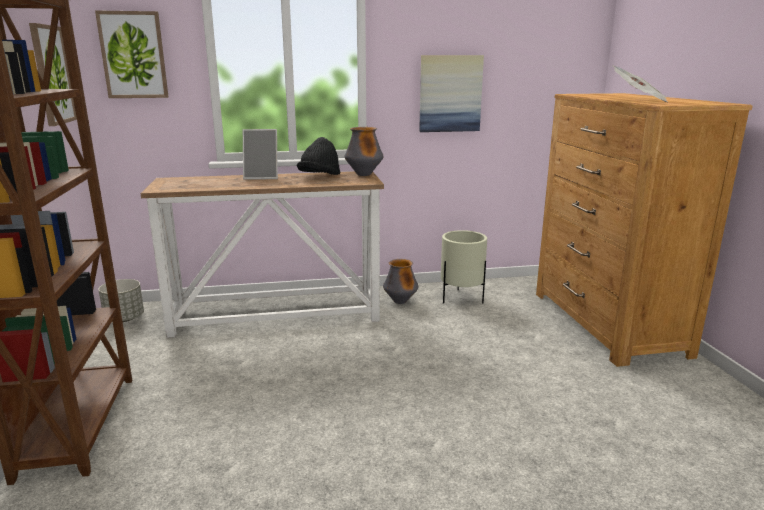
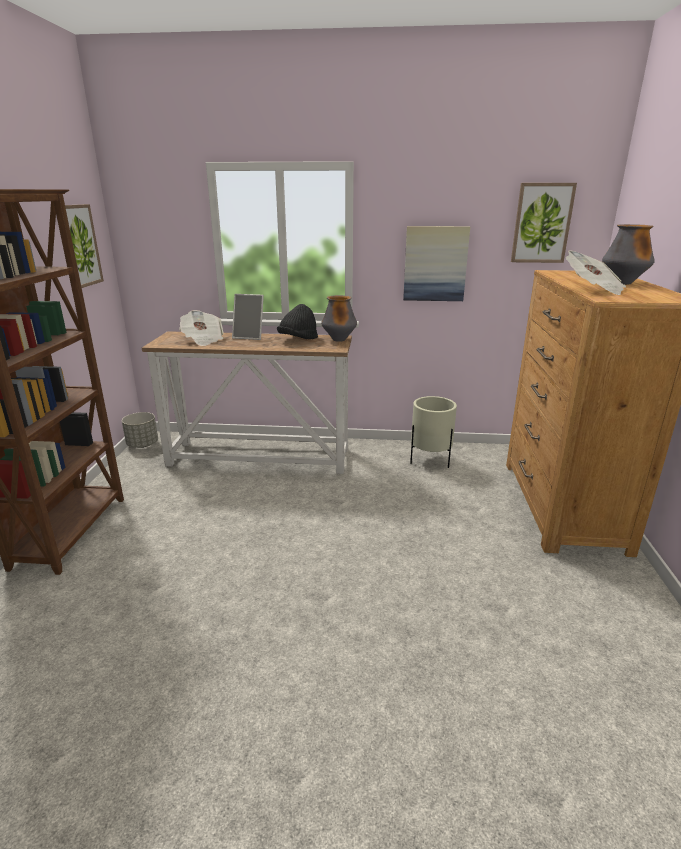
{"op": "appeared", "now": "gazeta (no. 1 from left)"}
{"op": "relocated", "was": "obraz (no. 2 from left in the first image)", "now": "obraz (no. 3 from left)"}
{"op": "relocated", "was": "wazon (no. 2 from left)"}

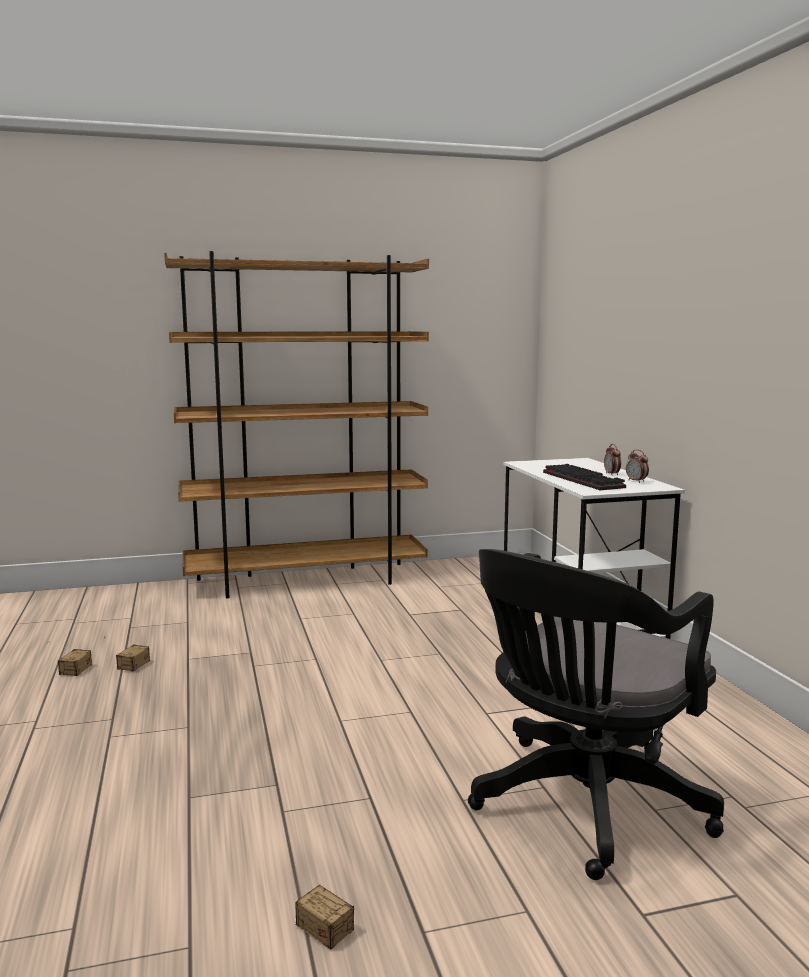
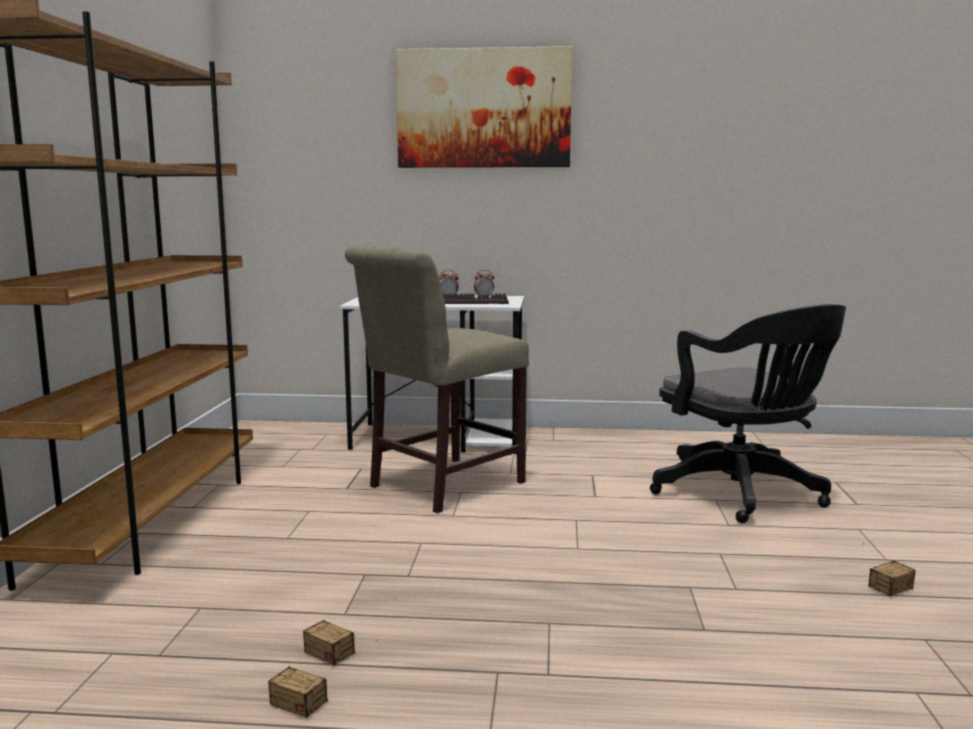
{"op": "appeared", "now": "krzesło/beżowy"}
{"op": "appeared", "now": "obraz"}

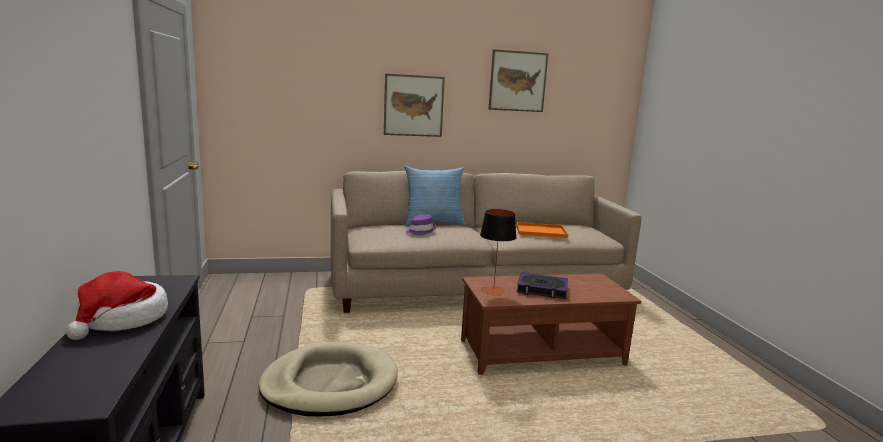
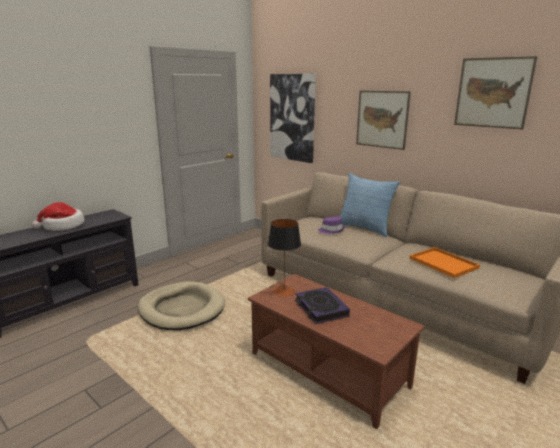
{"op": "appeared", "now": "obraz (no. 1 from left)"}

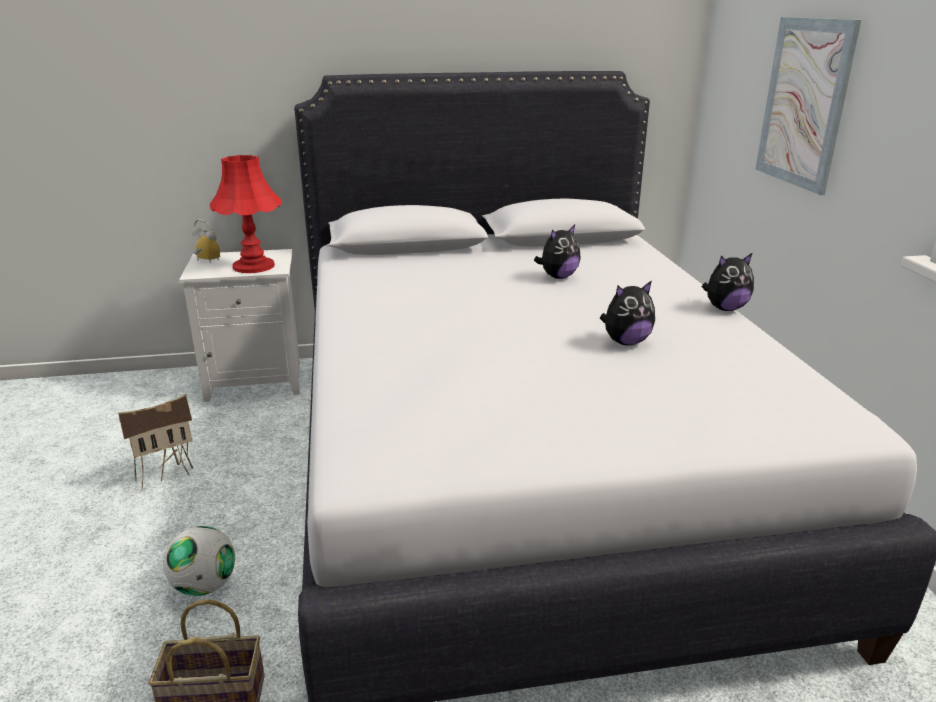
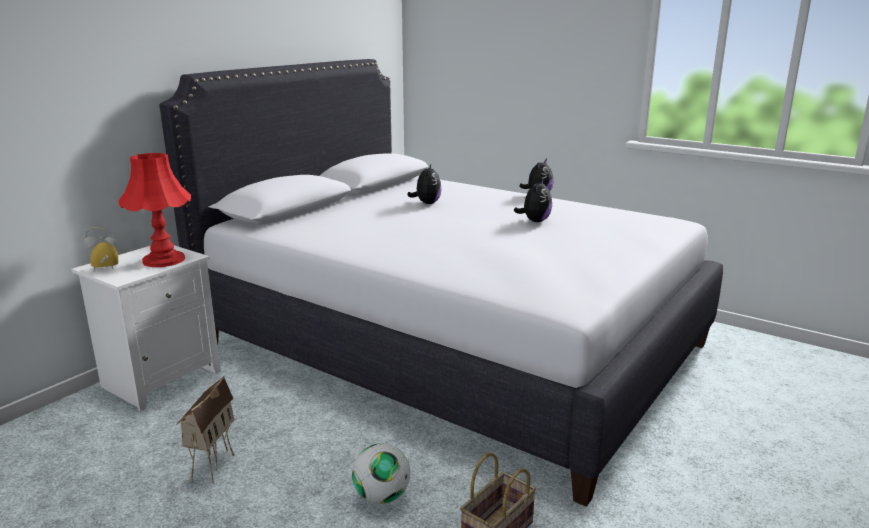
{"op": "missing", "was": "obraz"}

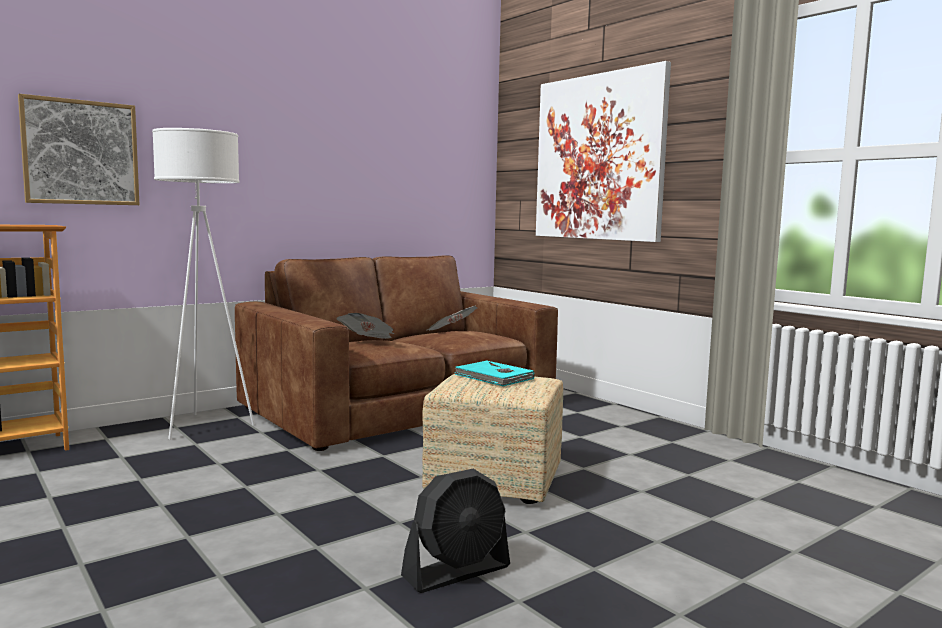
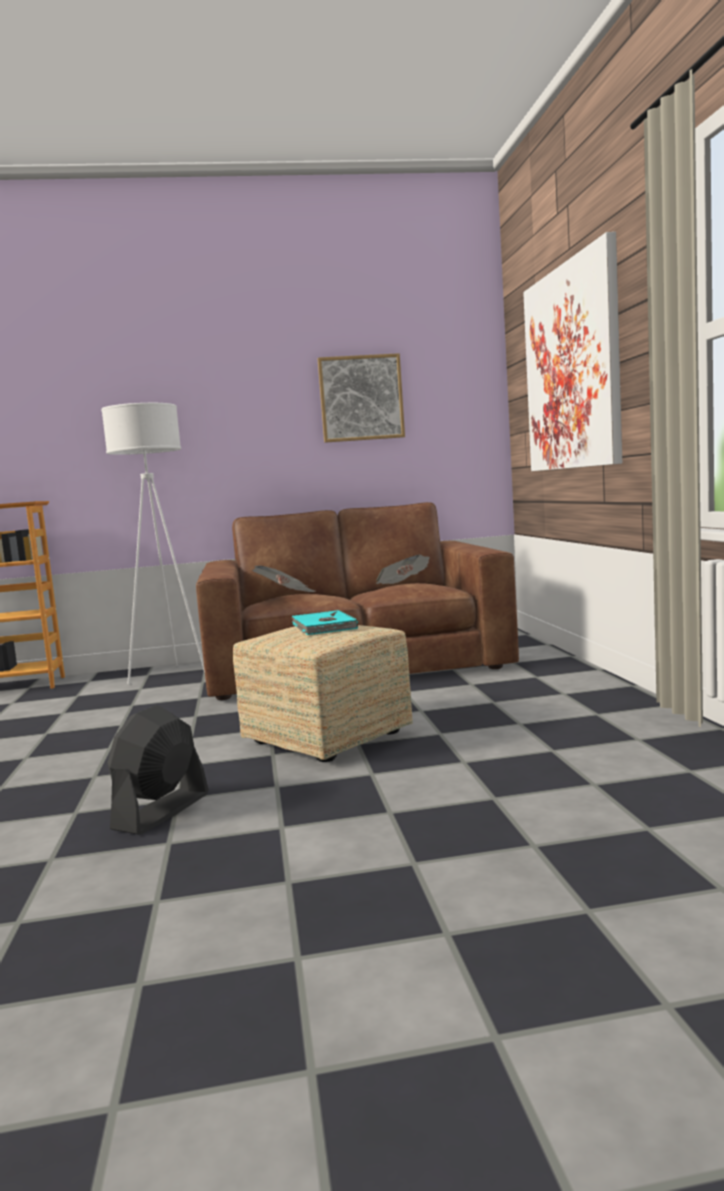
{"op": "spun", "was": "wentylator/czarny", "clockwise": 120}
{"op": "relocated", "was": "obraz (no. 1 from left)"}

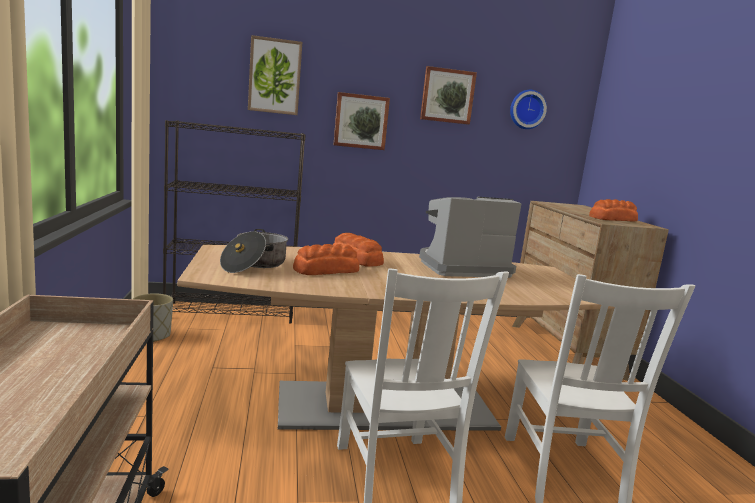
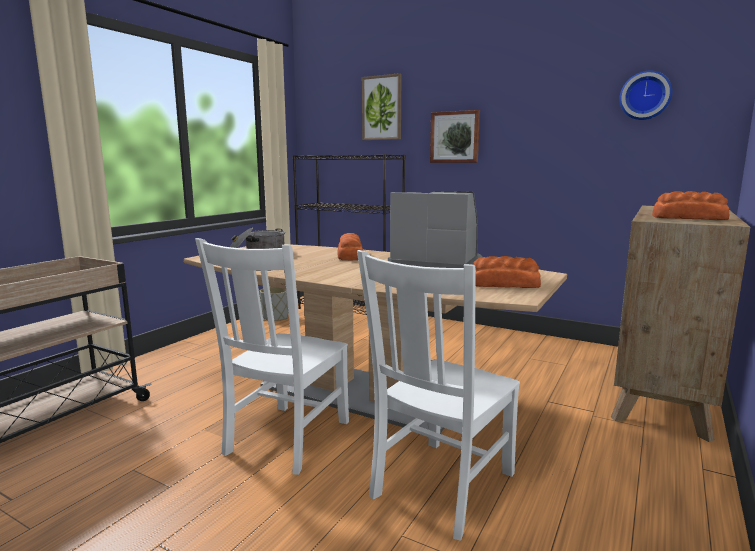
{"op": "relocated", "was": "chleb (no. 1 from left in the first image)", "now": "chleb (no. 2 from left)"}
{"op": "missing", "was": "obraz (no. 3 from left)"}

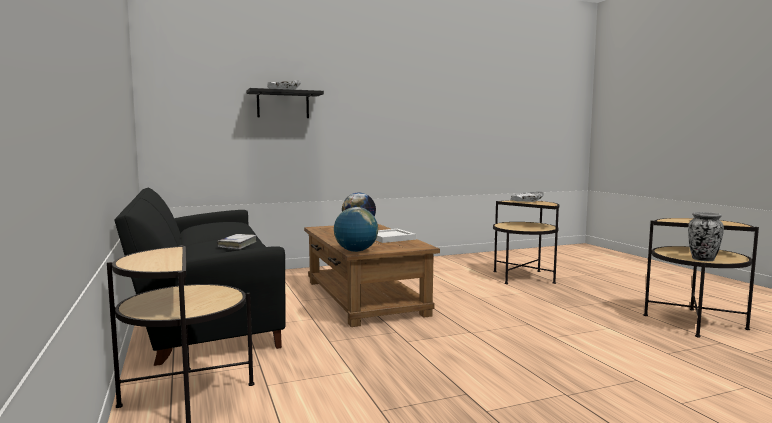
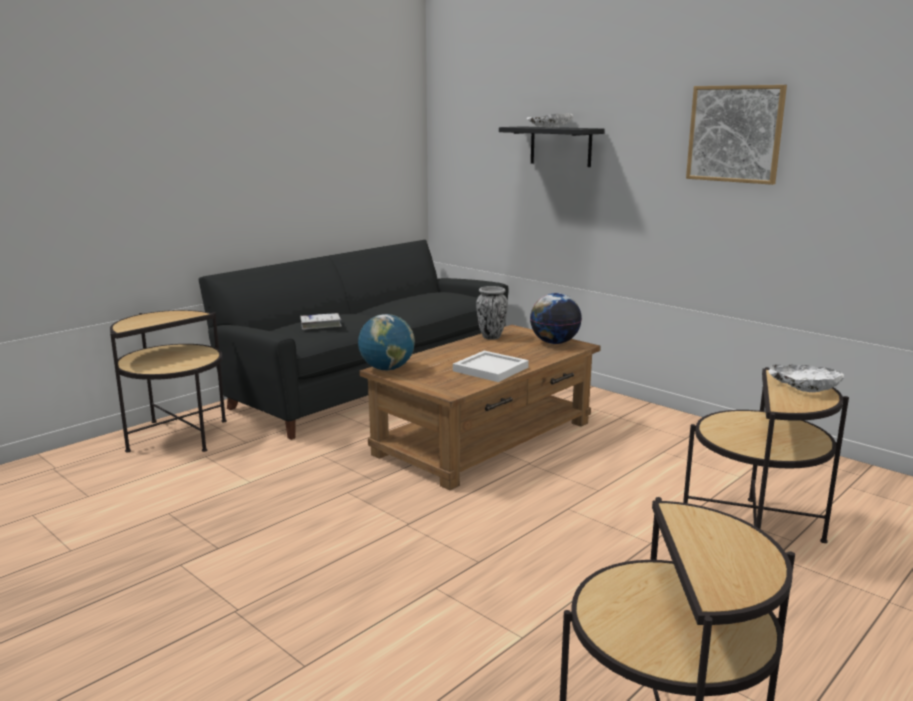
{"op": "relocated", "was": "wazon"}
{"op": "appeared", "now": "obraz"}

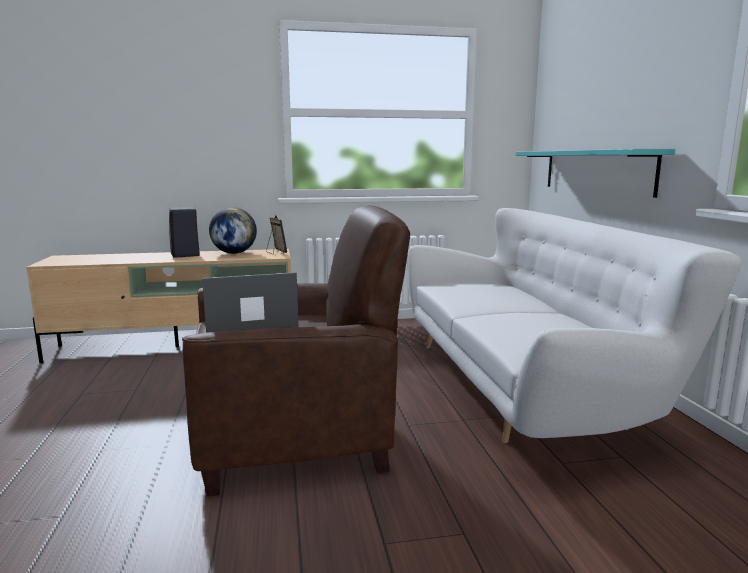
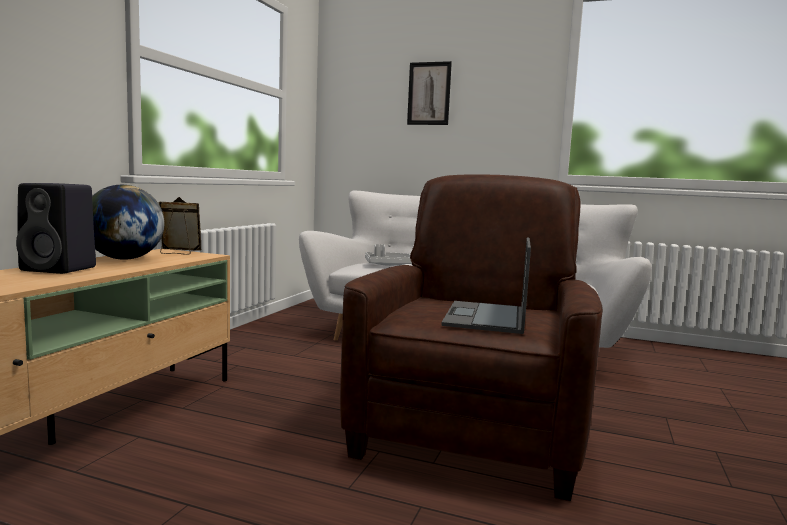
{"op": "appeared", "now": "taca/szary"}
{"op": "appeared", "now": "obraz"}
{"op": "missing", "was": "półka/turkusowy"}

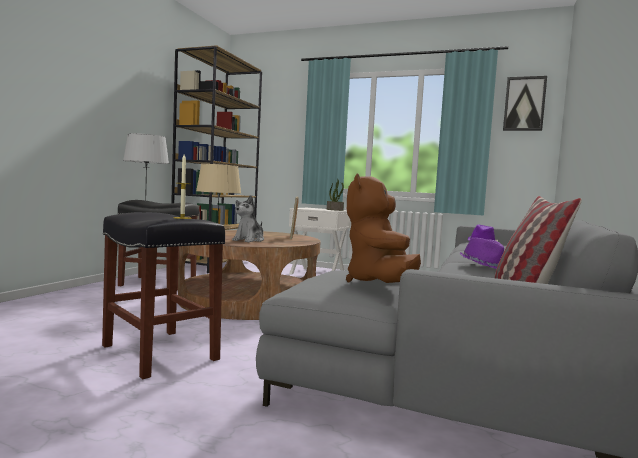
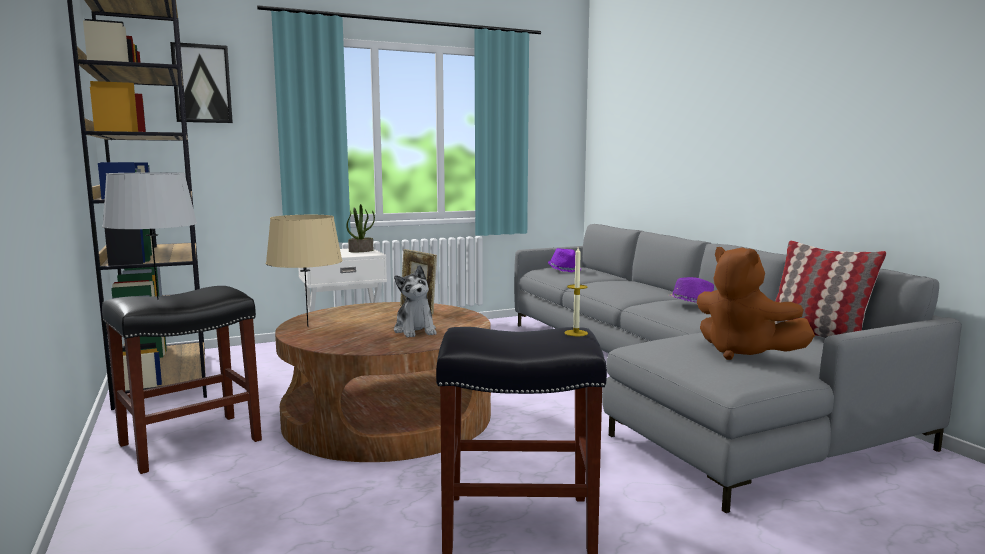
{"op": "relocated", "was": "obraz"}

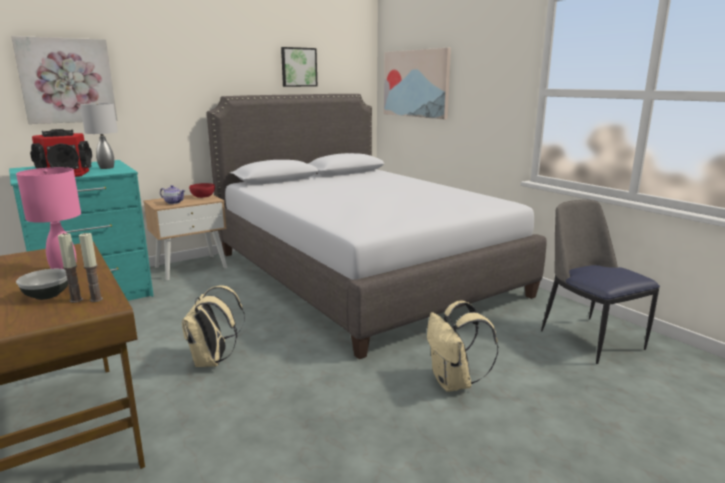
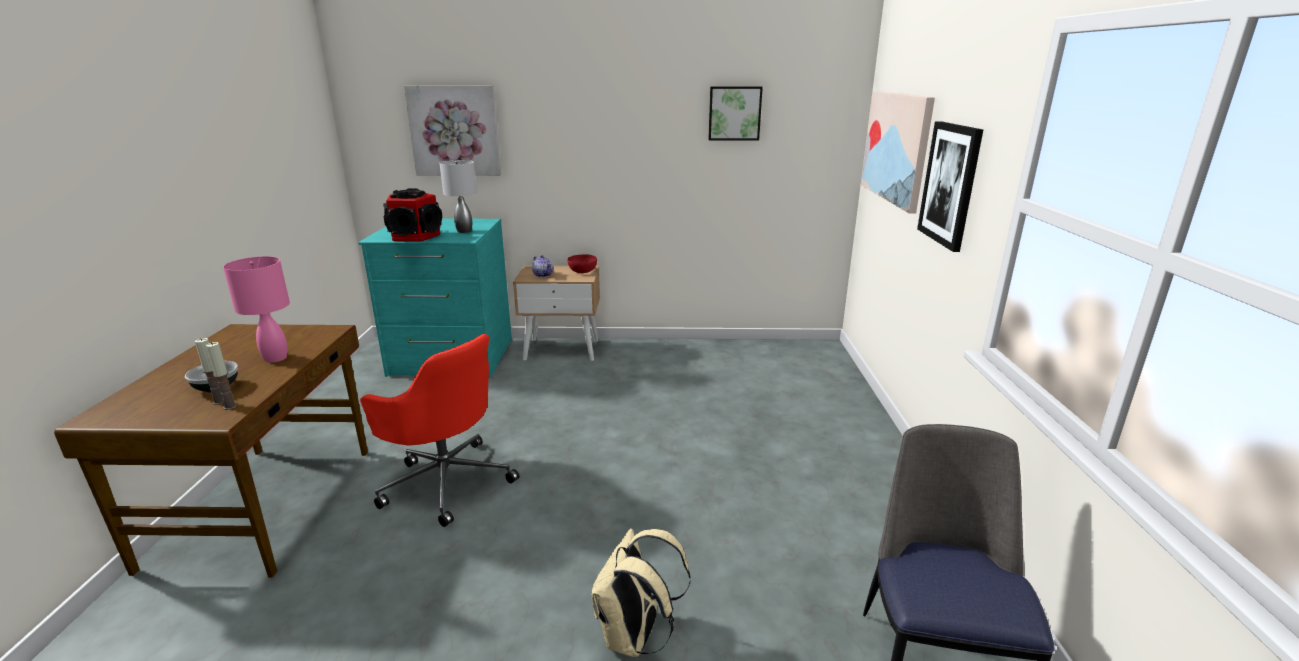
{"op": "exchanged", "was": "plecak/beżowy (no. 1 from left)", "now": "krzesło biurowe/czerwony"}
{"op": "appeared", "now": "obraz (no. 4 from left)"}
{"op": "missing", "was": "łóżko/szary"}

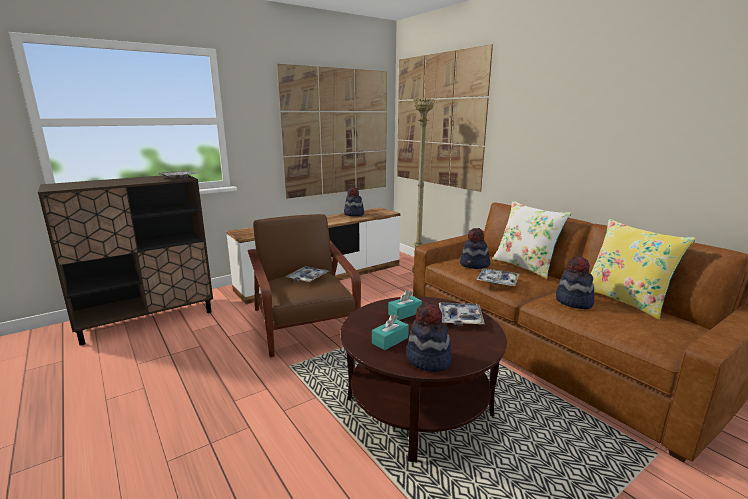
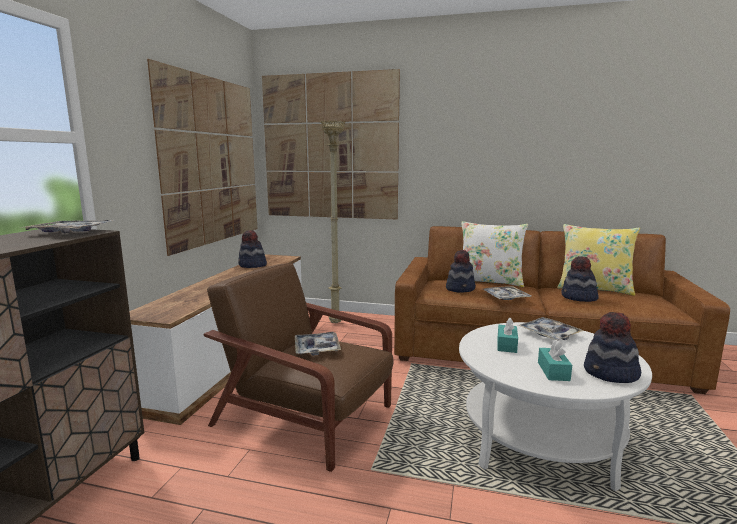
{"op": "colour", "was": "ława/brązowy", "now": "ława/biały"}

